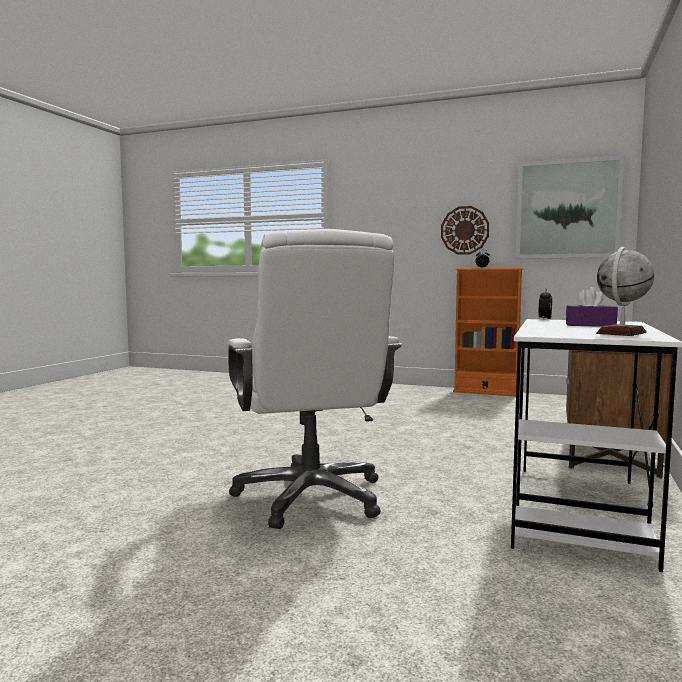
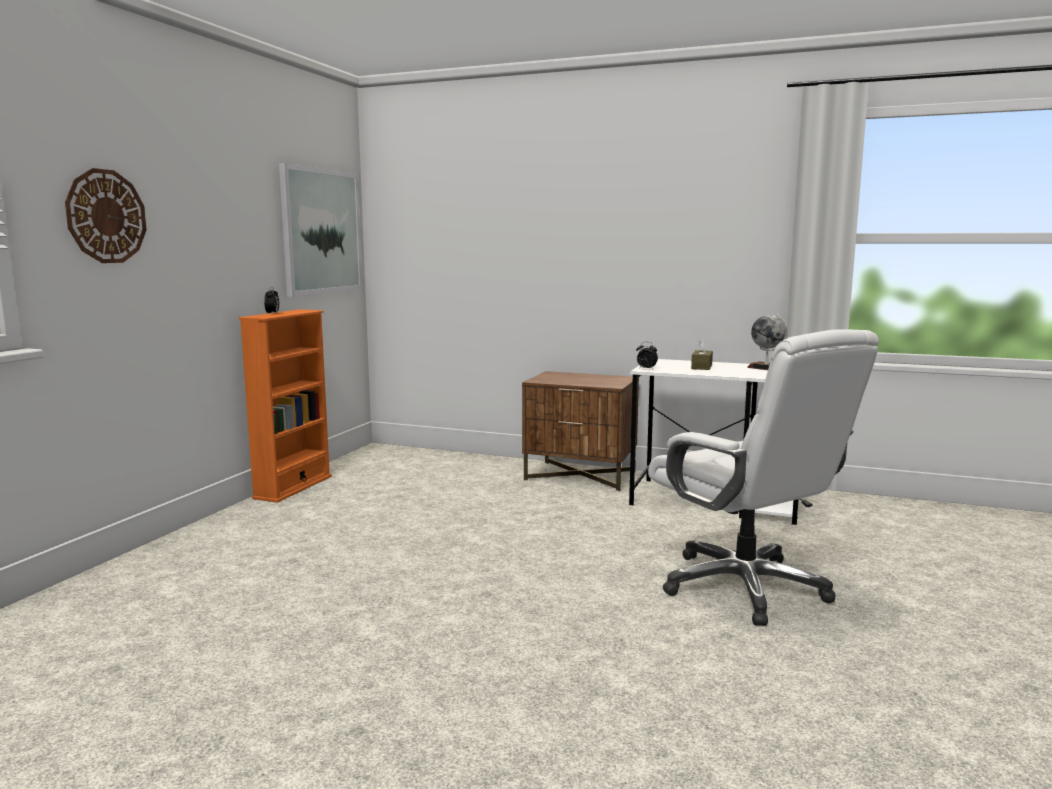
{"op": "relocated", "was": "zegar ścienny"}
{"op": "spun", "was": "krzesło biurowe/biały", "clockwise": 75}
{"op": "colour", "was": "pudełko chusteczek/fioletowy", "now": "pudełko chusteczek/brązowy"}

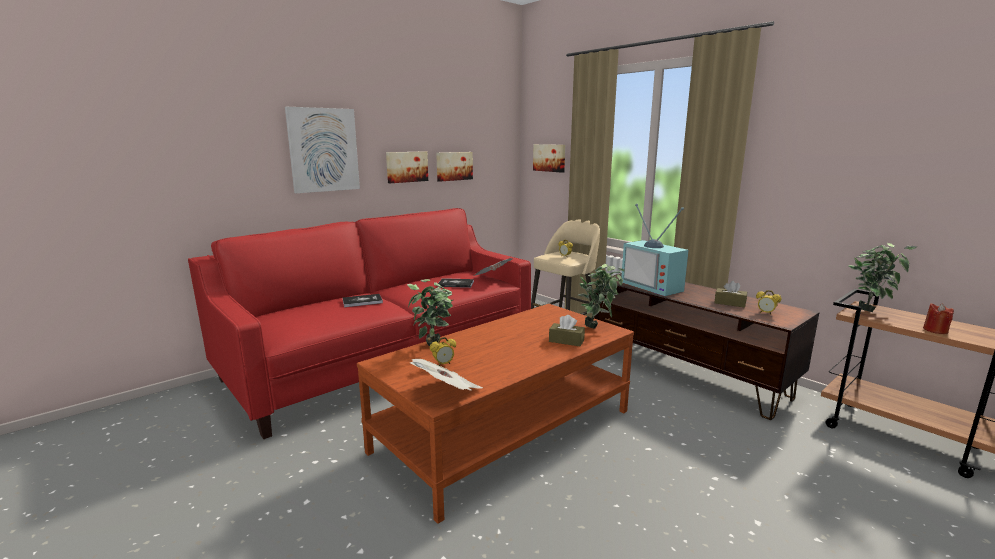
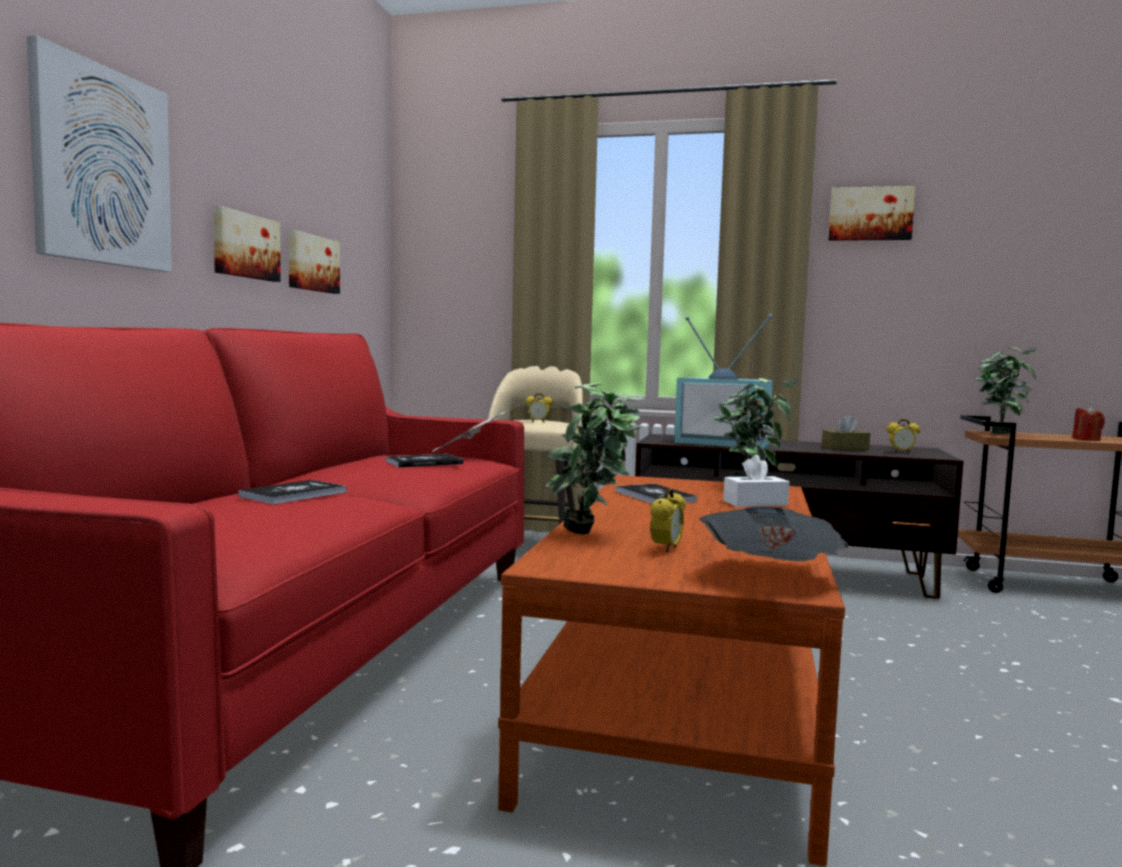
{"op": "appeared", "now": "książka (no. 3 from left)"}
{"op": "colour", "was": "pudełko chusteczek/brązowy (no. 1 from left)", "now": "pudełko chusteczek/biały"}
{"op": "relocated", "was": "obraz (no. 4 from left)"}

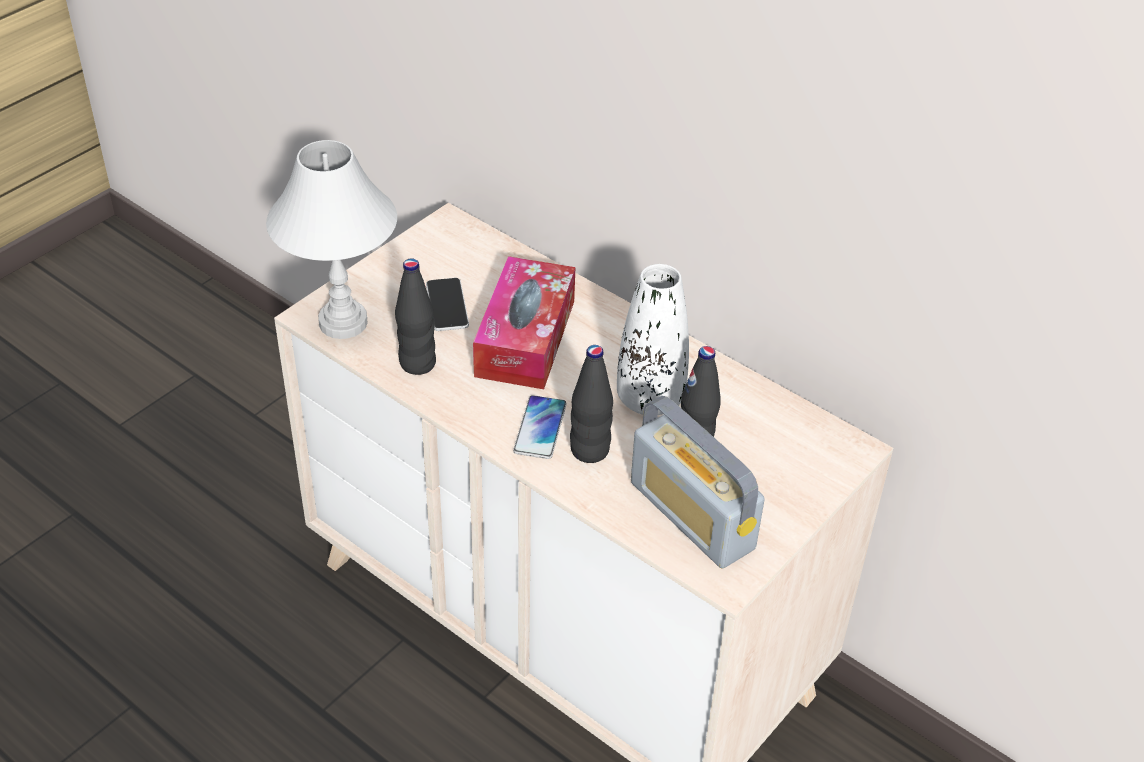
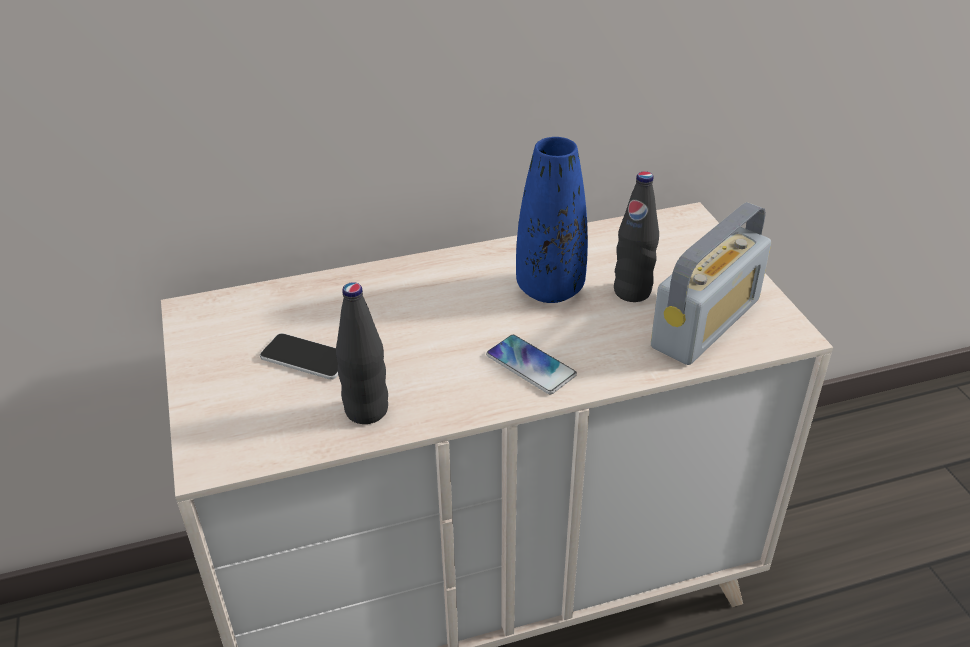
{"op": "colour", "was": "wazon/biały", "now": "wazon/niebieski"}
{"op": "spun", "was": "radio", "clockwise": -45}
{"op": "missing", "was": "lampa stołowa/biały"}
{"op": "missing", "was": "pudełko chusteczek"}
{"op": "missing", "was": "butelka/czarny (no. 2 from left)"}

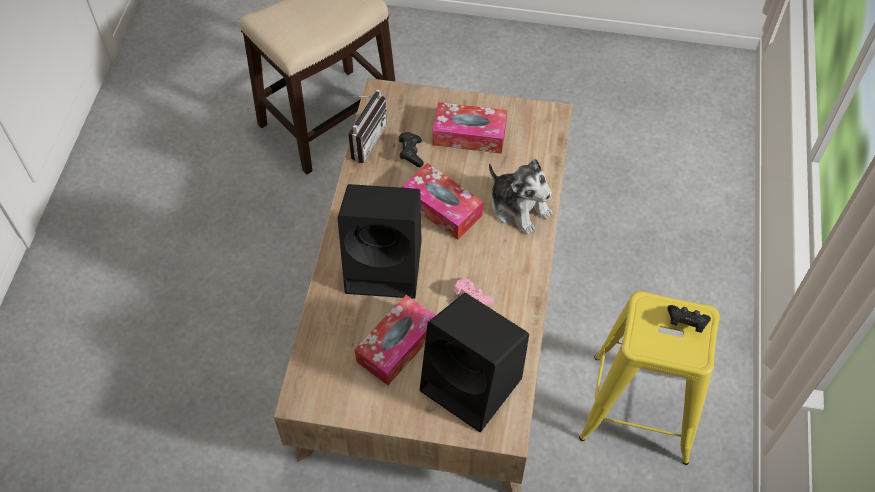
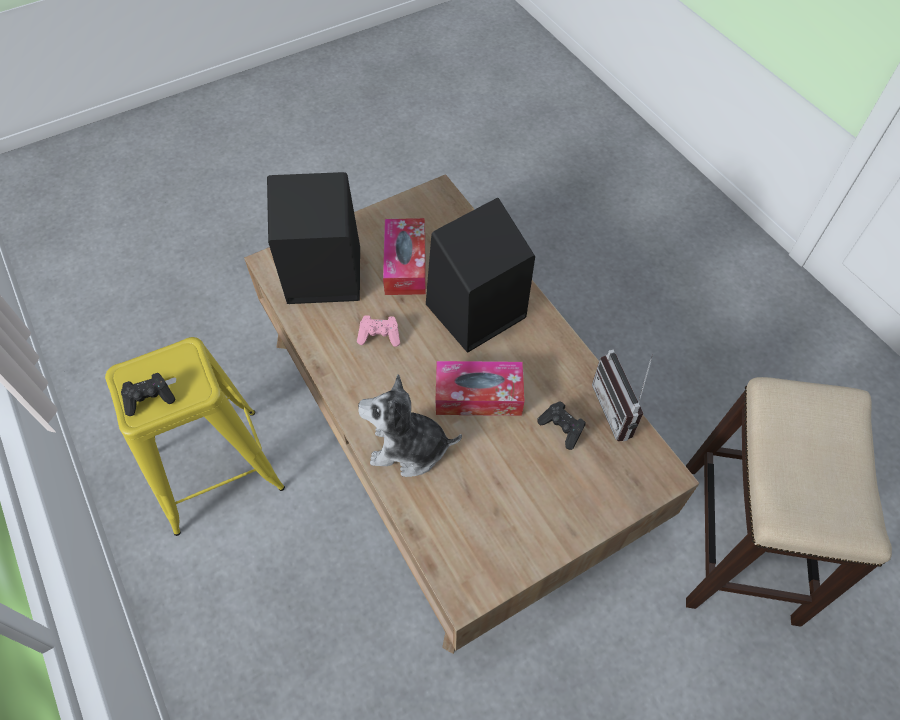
{"op": "missing", "was": "pudełko chusteczek (no. 3 from left)"}

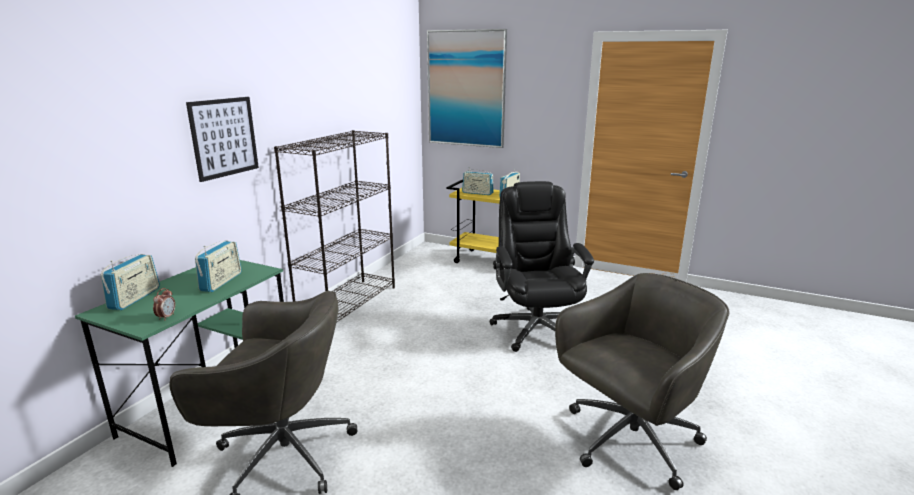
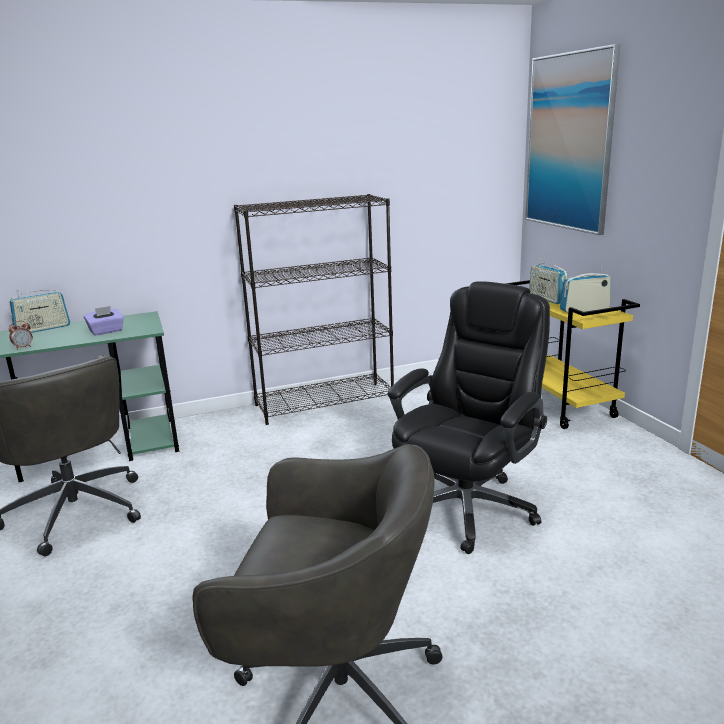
{"op": "exchanged", "was": "radio (no. 2 from left)", "now": "pudełko chusteczek/fioletowy"}
{"op": "missing", "was": "obraz (no. 1 from left)"}

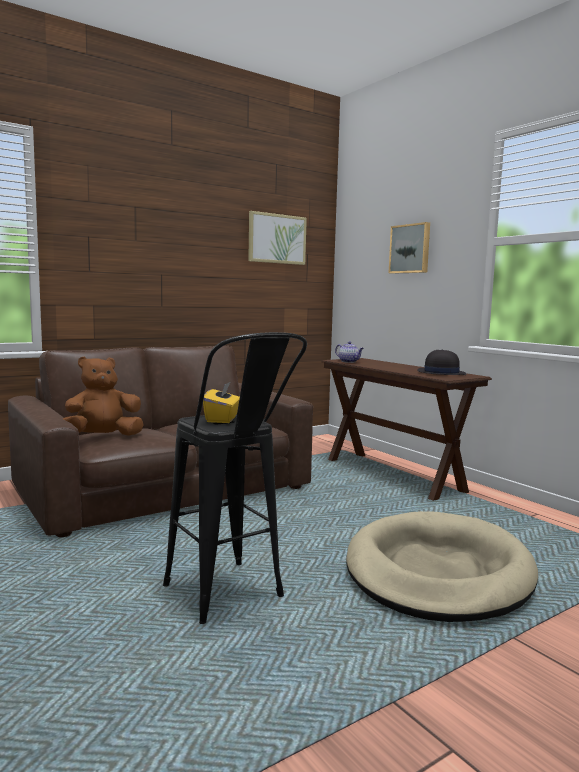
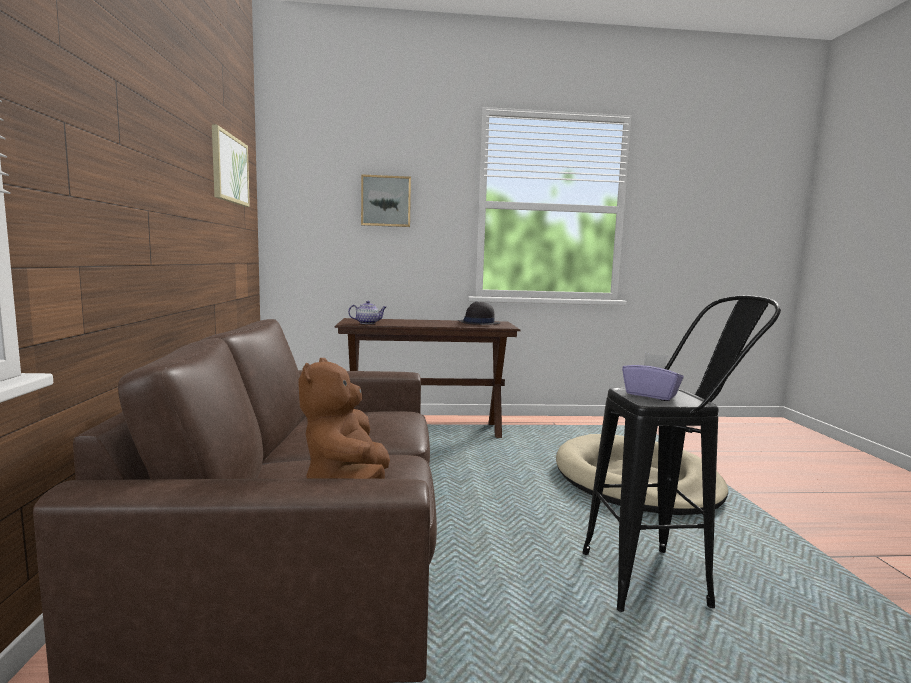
{"op": "colour", "was": "pudełko chusteczek/żółty", "now": "pudełko chusteczek/fioletowy"}

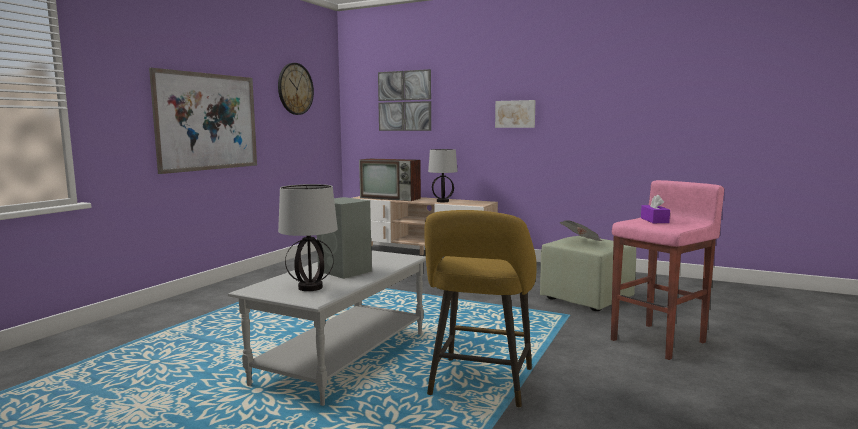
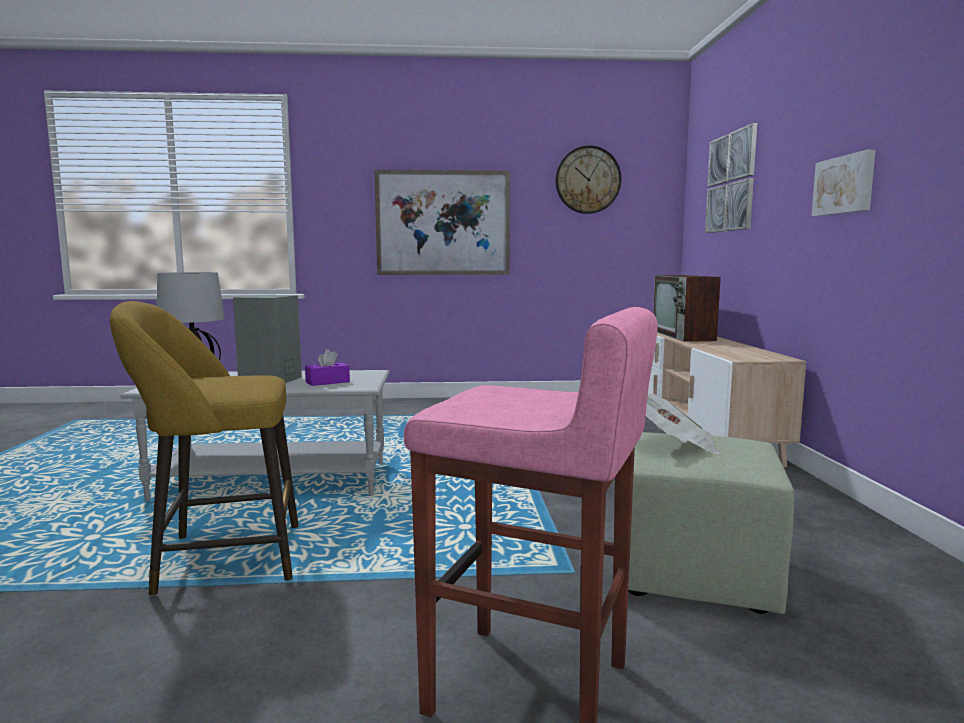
{"op": "relocated", "was": "pudełko chusteczek/fioletowy"}
{"op": "missing", "was": "lampa stołowa (no. 2 from left)"}

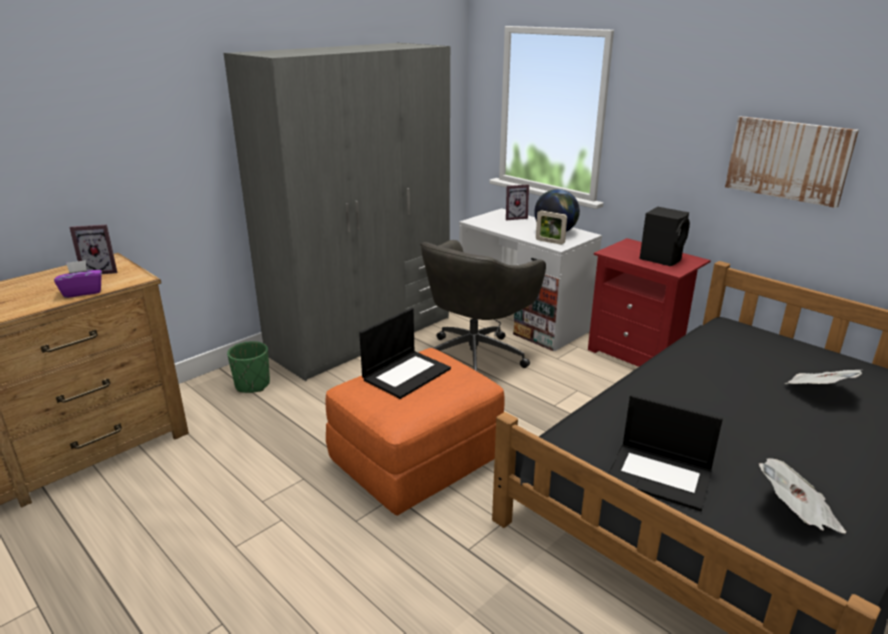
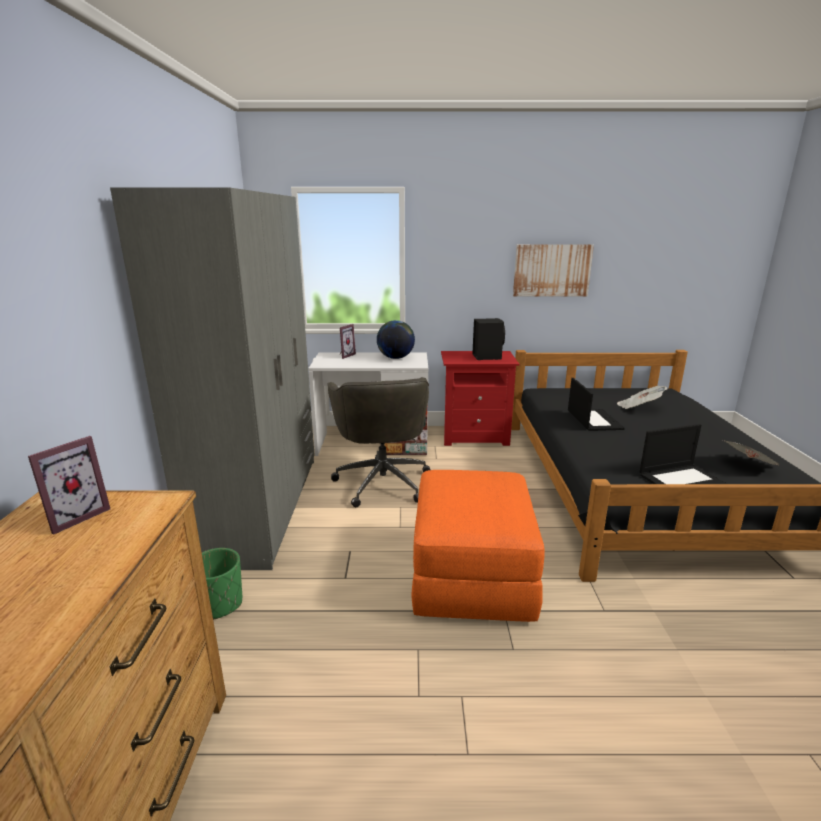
{"op": "relocated", "was": "laptop (no. 1 from left)"}
{"op": "missing", "was": "pudełko chusteczek/fioletowy"}
{"op": "missing", "was": "ramka na zdjęcie (no. 3 from left)"}

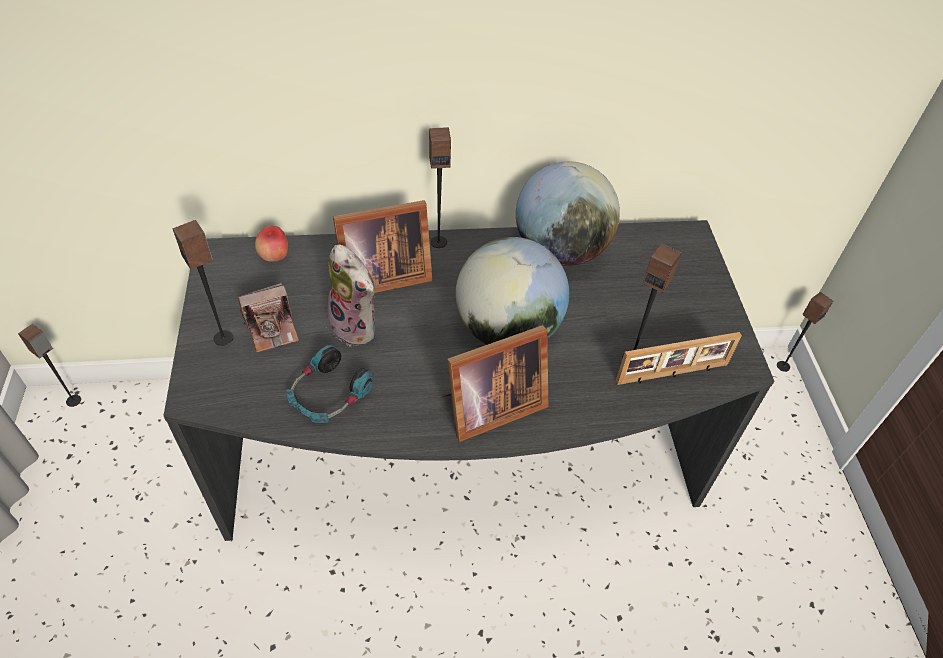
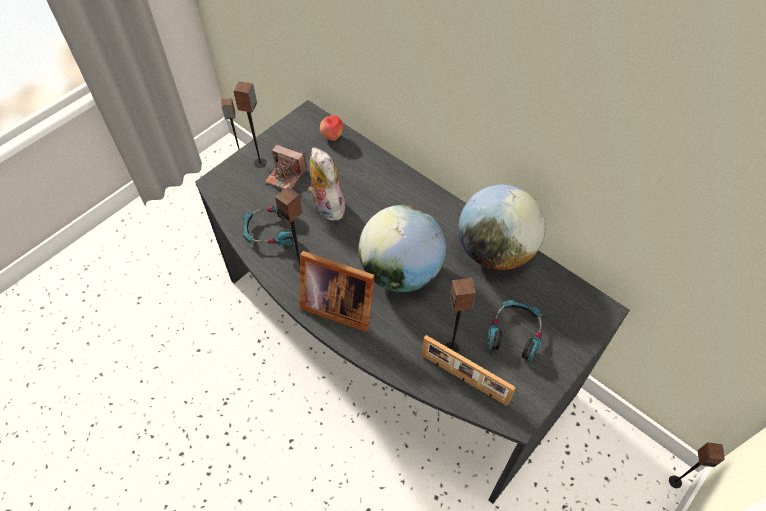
{"op": "relocated", "was": "głośnik (no. 3 from left)"}
{"op": "spun", "was": "pluszak", "clockwise": 150}
{"op": "appeared", "now": "słuchawki (no. 2 from left)"}
{"op": "missing", "was": "ramka na zdjęcie (no. 1 from left)"}

